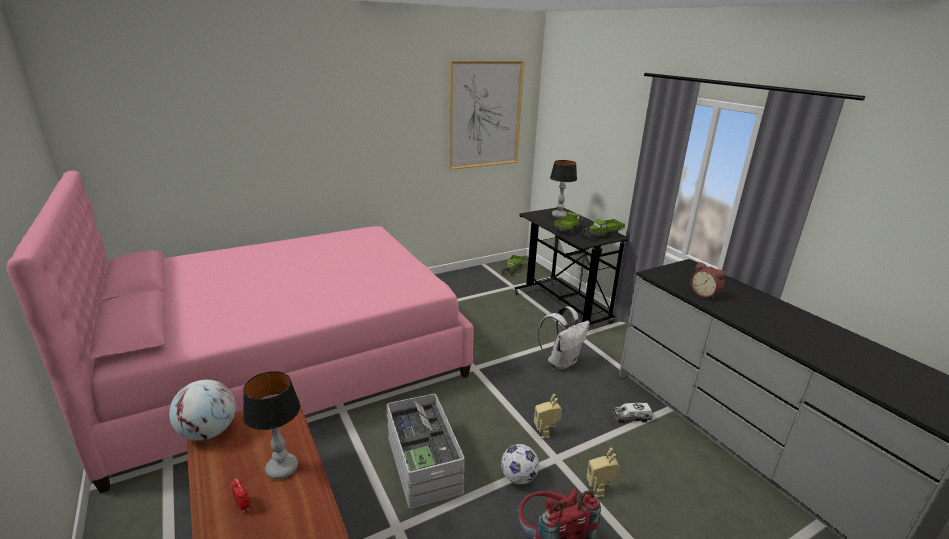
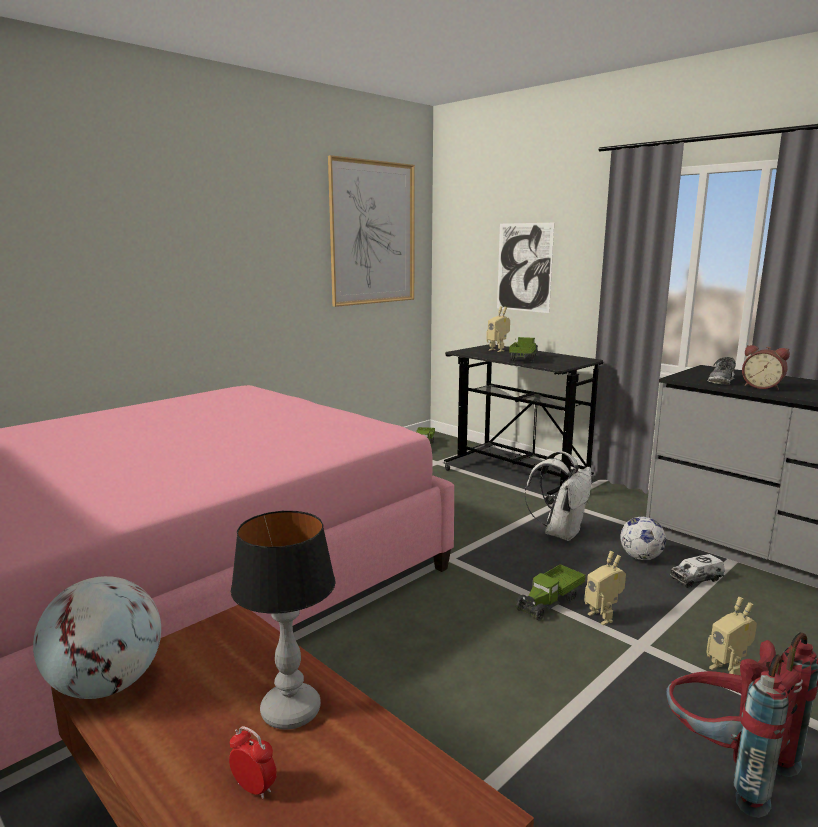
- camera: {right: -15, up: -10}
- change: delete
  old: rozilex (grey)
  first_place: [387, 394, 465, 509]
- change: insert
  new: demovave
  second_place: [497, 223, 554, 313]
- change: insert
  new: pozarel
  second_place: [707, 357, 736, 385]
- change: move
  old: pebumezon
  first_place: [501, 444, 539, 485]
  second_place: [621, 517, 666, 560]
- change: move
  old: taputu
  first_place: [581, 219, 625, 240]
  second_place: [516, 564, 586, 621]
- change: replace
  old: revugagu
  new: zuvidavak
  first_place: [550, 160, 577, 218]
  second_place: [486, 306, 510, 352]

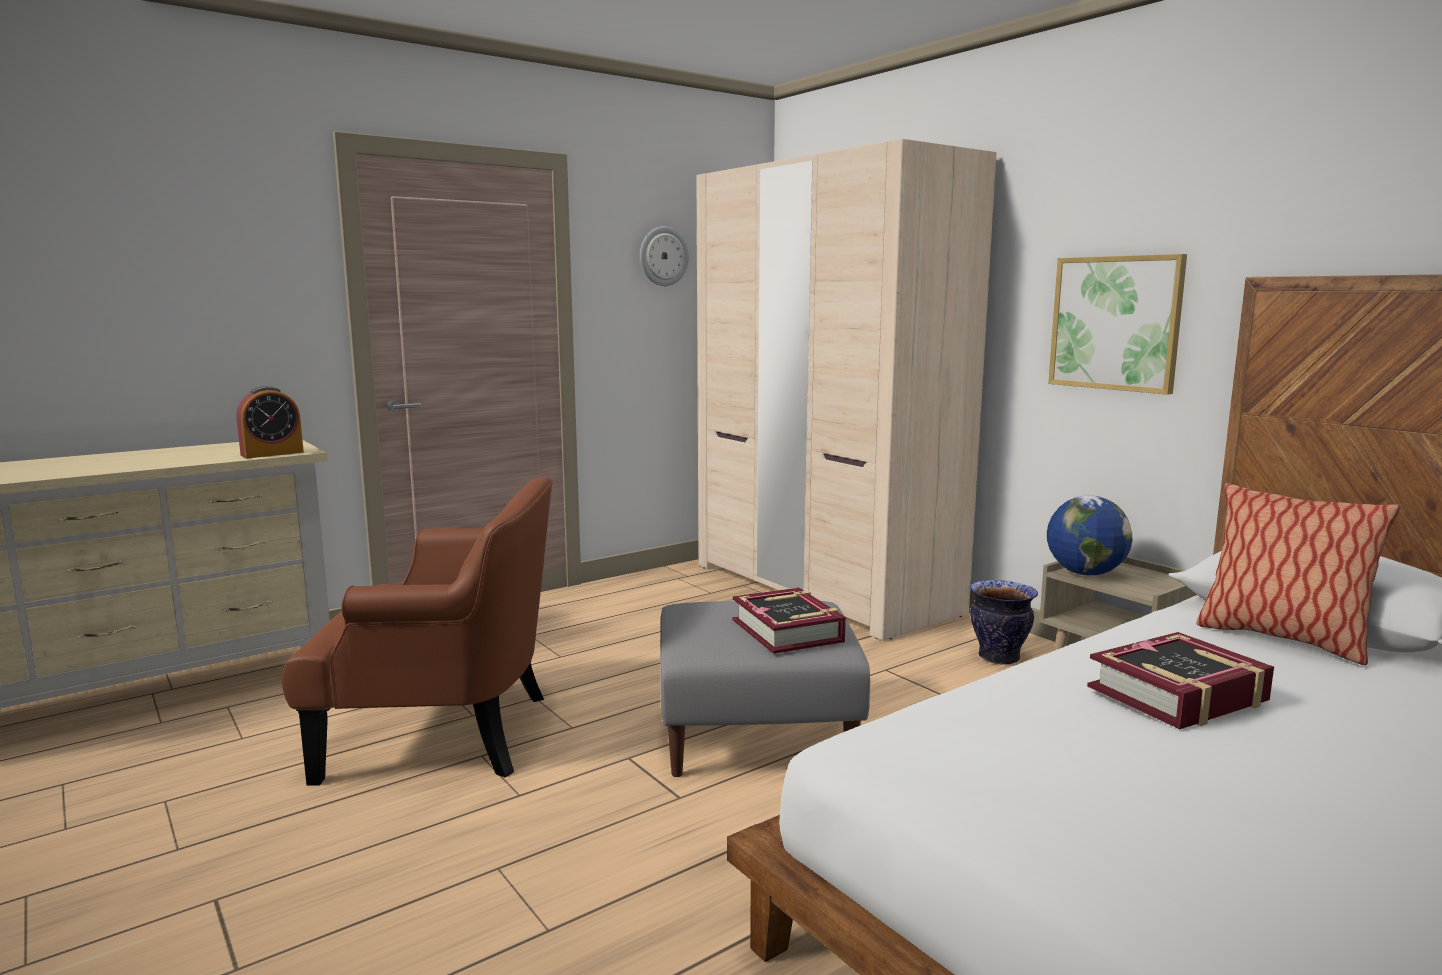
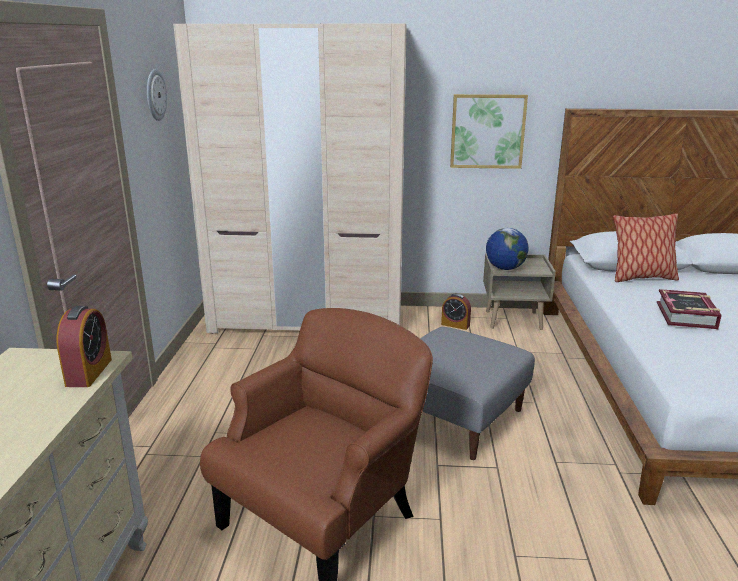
- camera: {right: -50, up: 10}
- change: delete
  old: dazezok
  first_place: [733, 588, 846, 654]
- change: replace
  old: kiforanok
  new: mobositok
  first_place: [969, 580, 1038, 664]
  second_place: [441, 293, 471, 330]

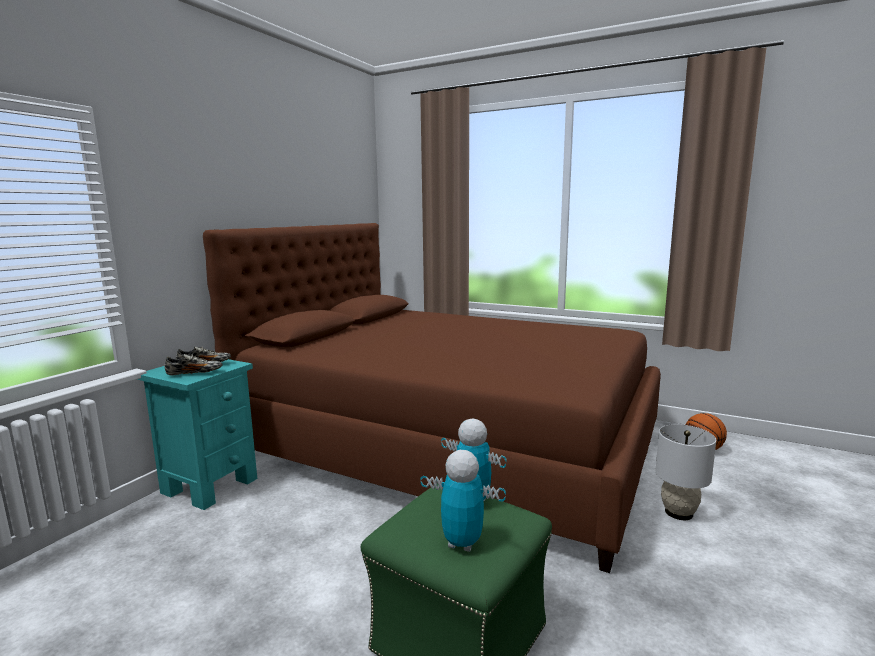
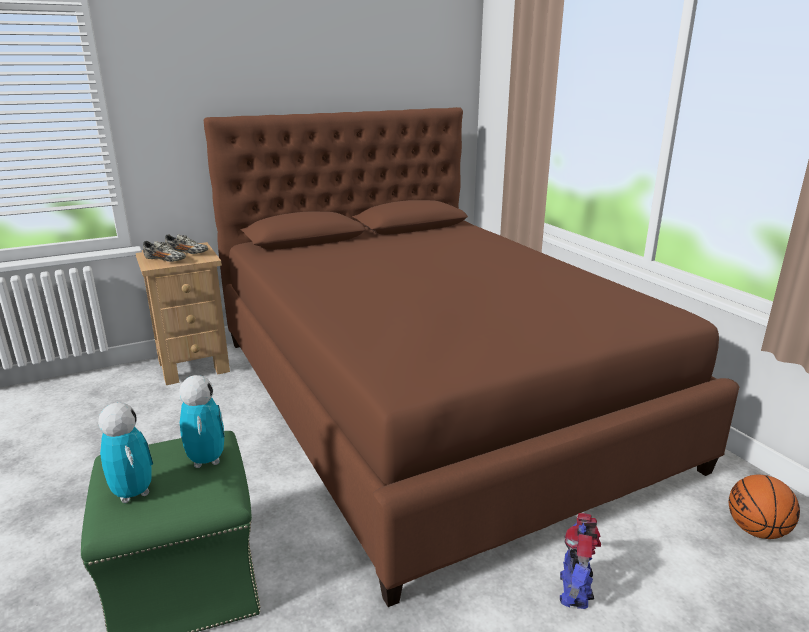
- camera: {right: 35, up: 10}
- change: replace
  old: revugagu (white)
  new: zuvidavak
  first_place: [655, 424, 716, 520]
  second_place: [560, 513, 601, 609]
- change: recolor
  old: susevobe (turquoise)
  new: susevobe (beige)
  first_place: [137, 359, 257, 510]
  second_place: [136, 242, 230, 385]

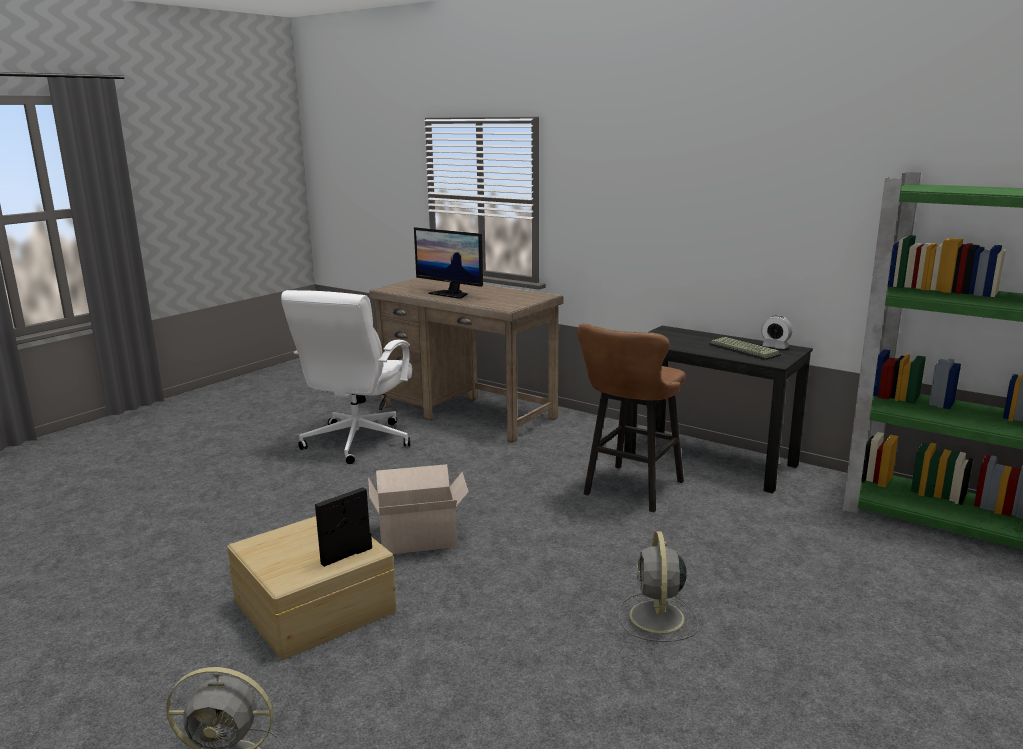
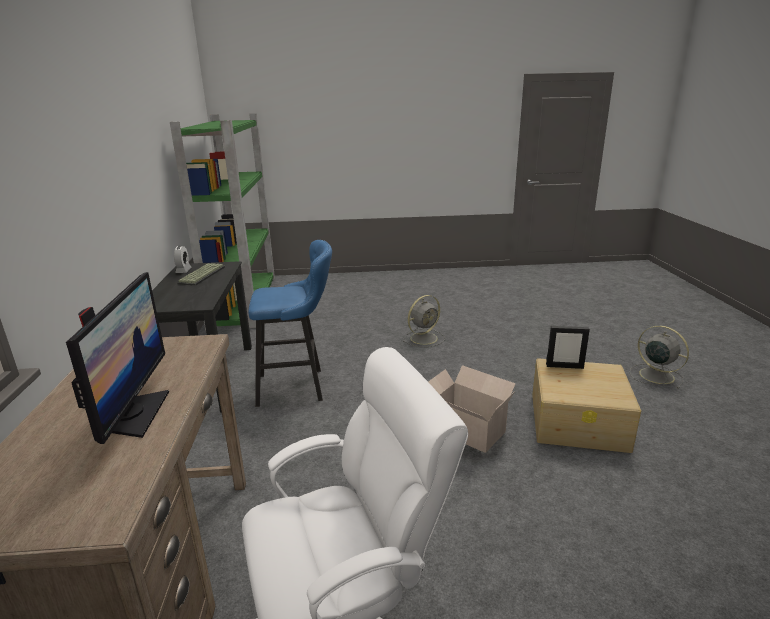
- camera: {right: -130, up: 5}
- change: recolor
  old: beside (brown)
  new: beside (blue)
  first_place: [577, 324, 685, 513]
  second_place: [248, 240, 332, 407]

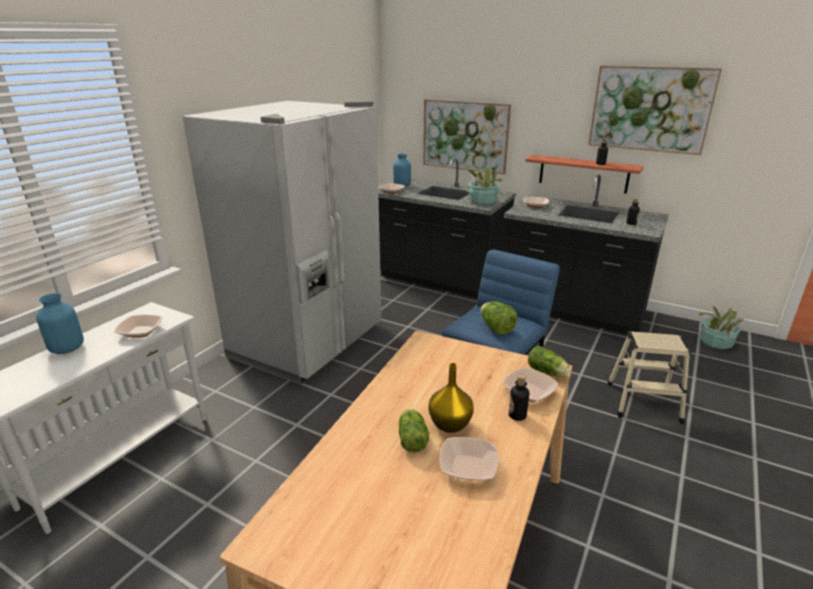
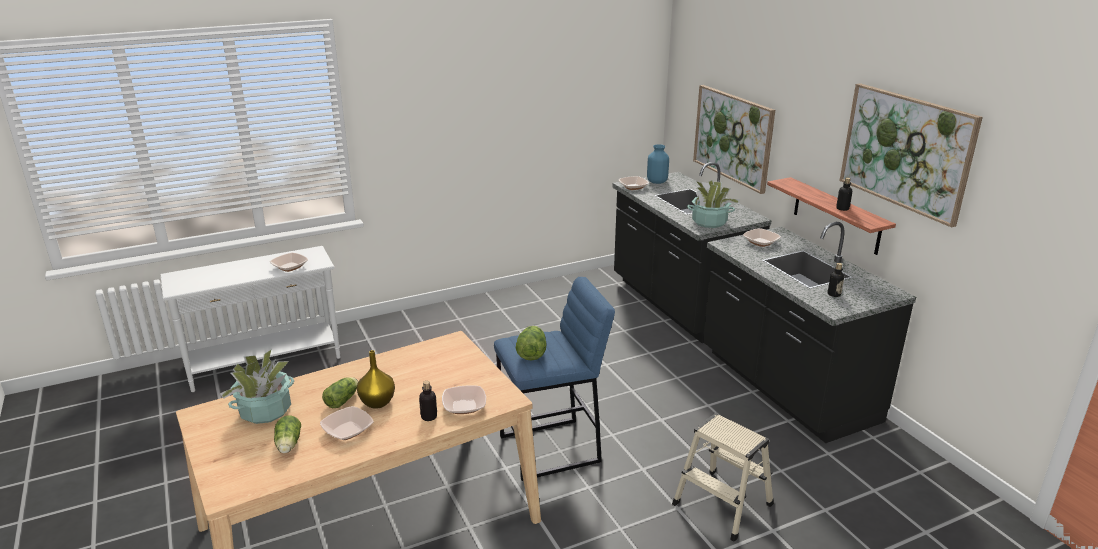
- camera: {right: 35, up: 0}
- change: delete
  old: kiforanok (blue)
  first_place: [36, 293, 84, 354]
- change: delete
  old: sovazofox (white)
  first_place: [183, 101, 381, 384]
- change: move
  old: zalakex
  first_place: [528, 346, 571, 377]
  second_place: [274, 415, 301, 453]
- change: move
  old: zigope
  first_place: [696, 305, 746, 350]
  second_place: [220, 350, 294, 424]

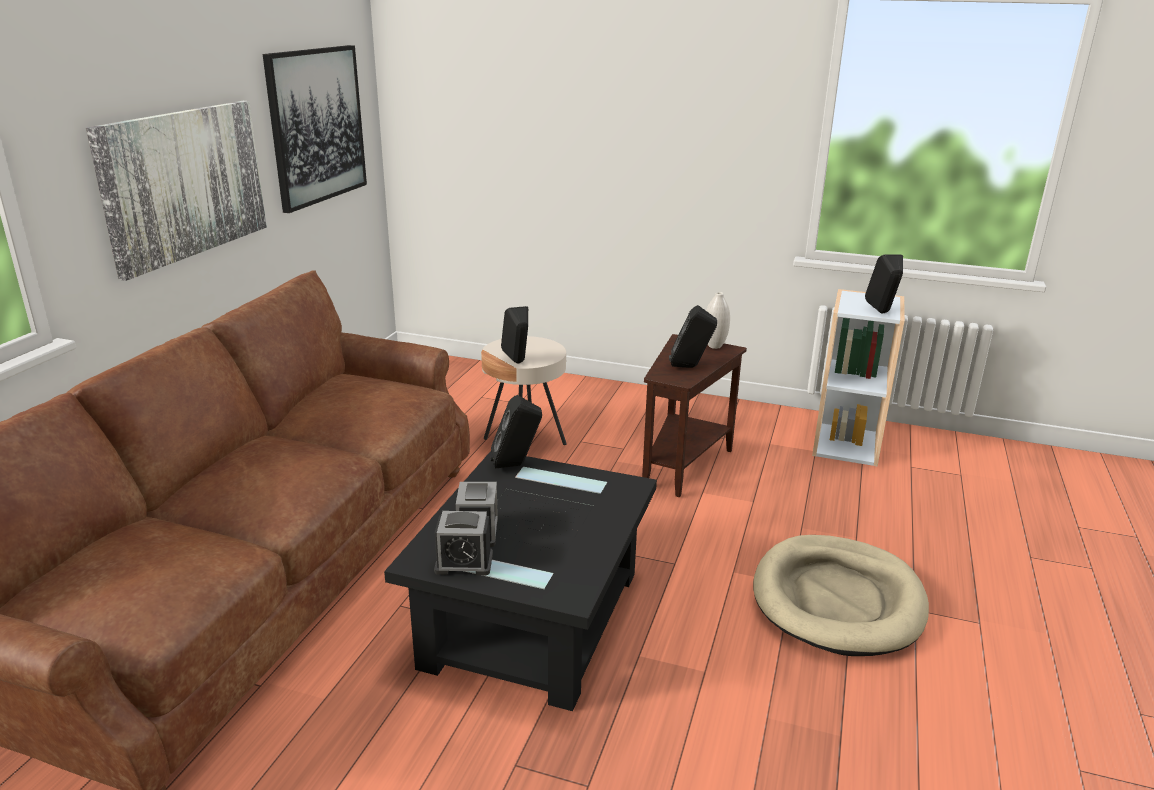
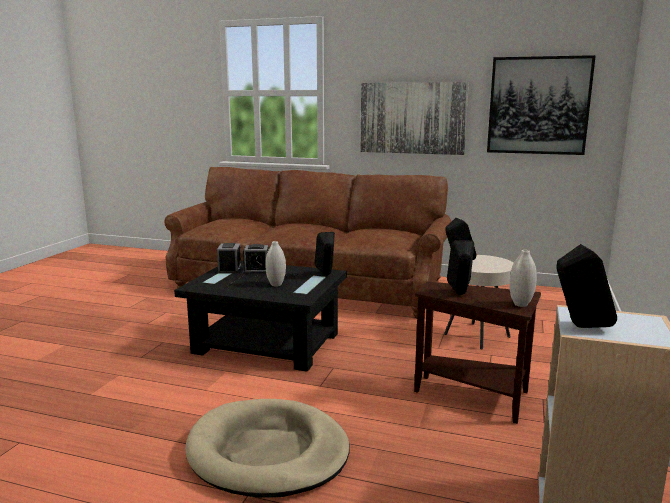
- camera: {right: 90, up: -10}
- change: insert
  new: kiforanok (white)
  second_place: [265, 241, 286, 287]

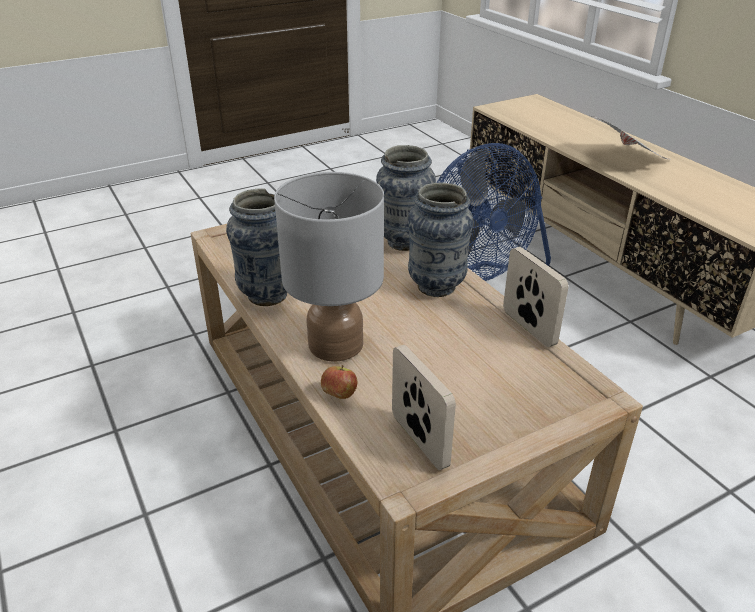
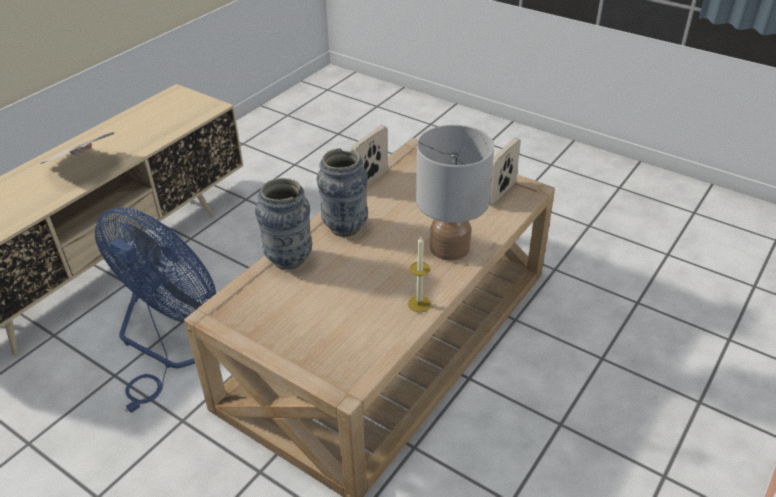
- camera: {right: -115, up: 5}
- change: delete
  old: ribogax
  first_place: [321, 365, 357, 399]
- change: replace
  old: kiforanok
  new: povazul
  first_place: [226, 188, 287, 306]
  second_place: [408, 237, 431, 312]

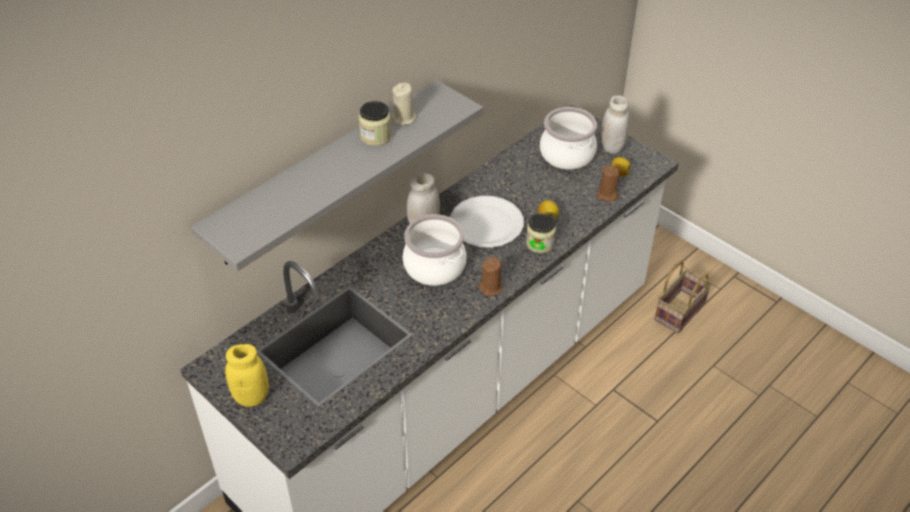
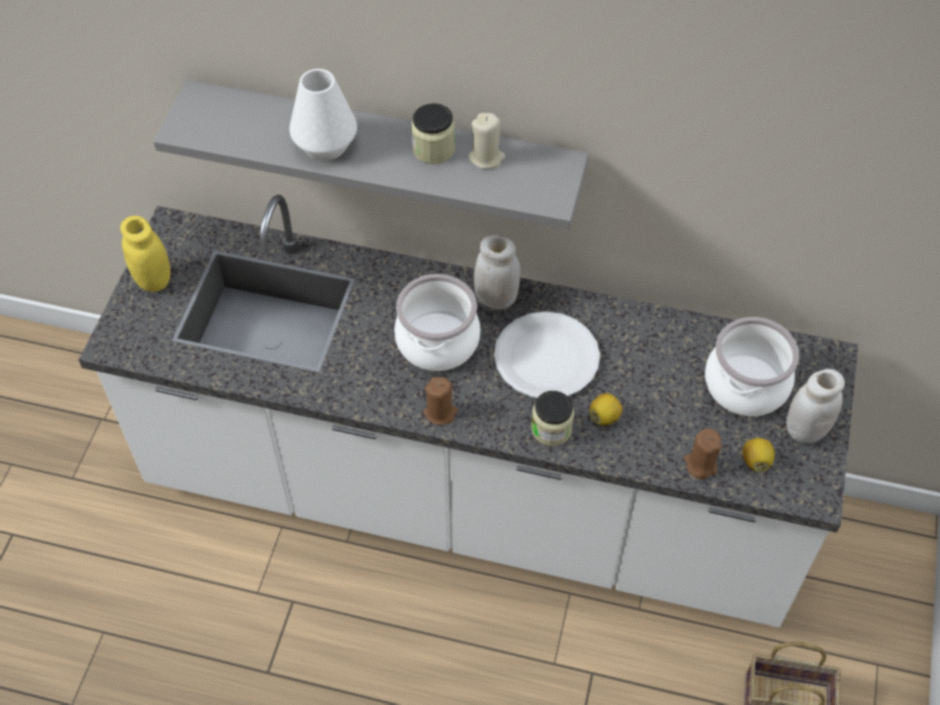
- camera: {right: 60, up: 10}
- change: insert
  new: kiforanok (white)
  second_place: [289, 69, 357, 161]

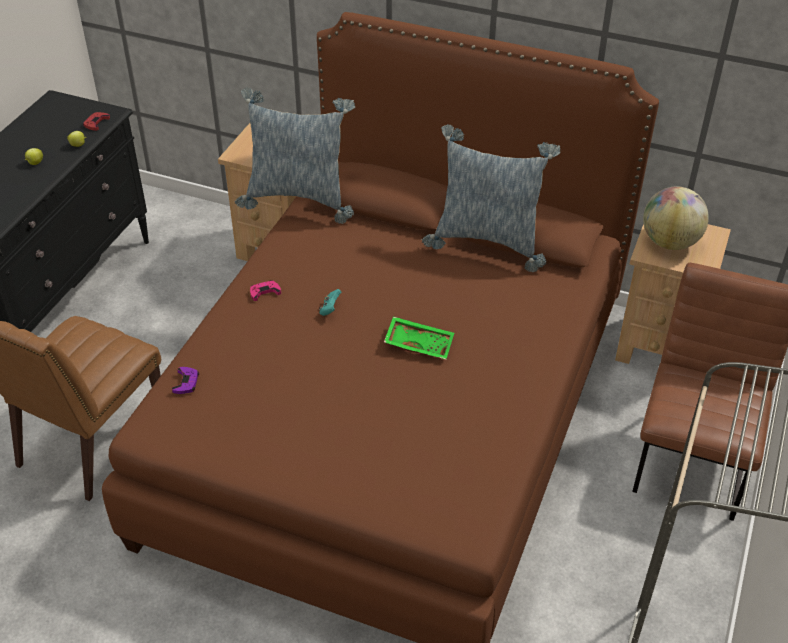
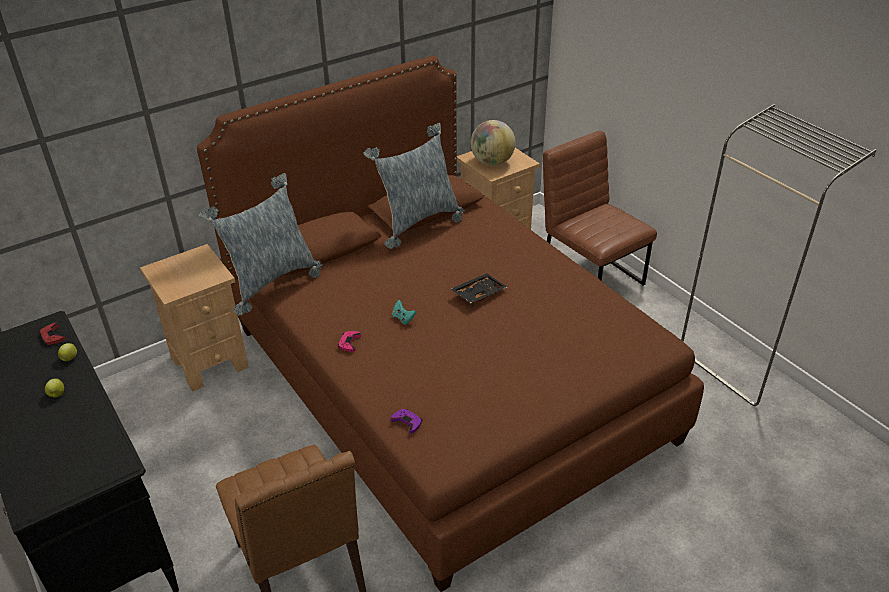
- camera: {right: -55, up: -5}
- change: recolor
  old: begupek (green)
  new: begupek (black)
  first_place: [384, 316, 454, 360]
  second_place: [451, 273, 507, 303]

